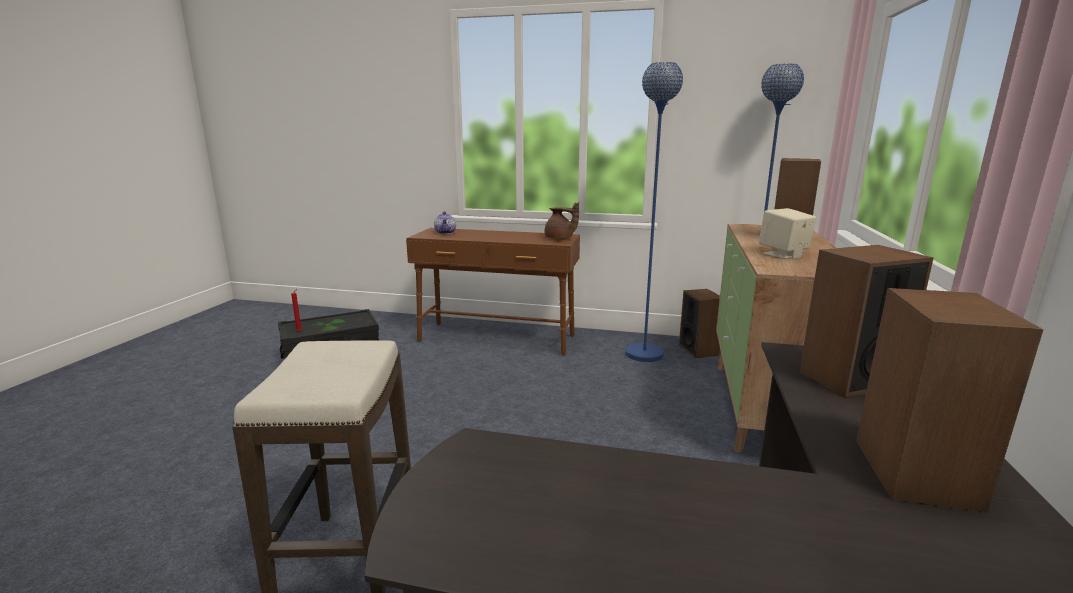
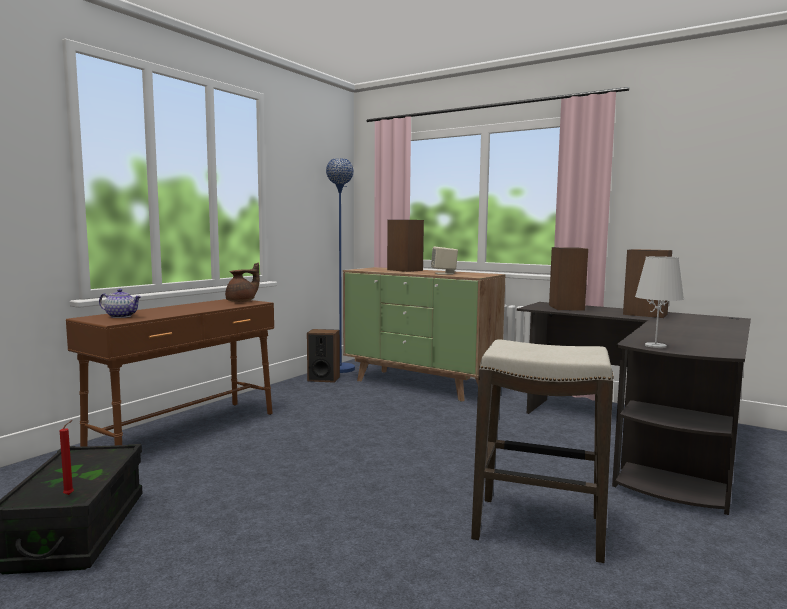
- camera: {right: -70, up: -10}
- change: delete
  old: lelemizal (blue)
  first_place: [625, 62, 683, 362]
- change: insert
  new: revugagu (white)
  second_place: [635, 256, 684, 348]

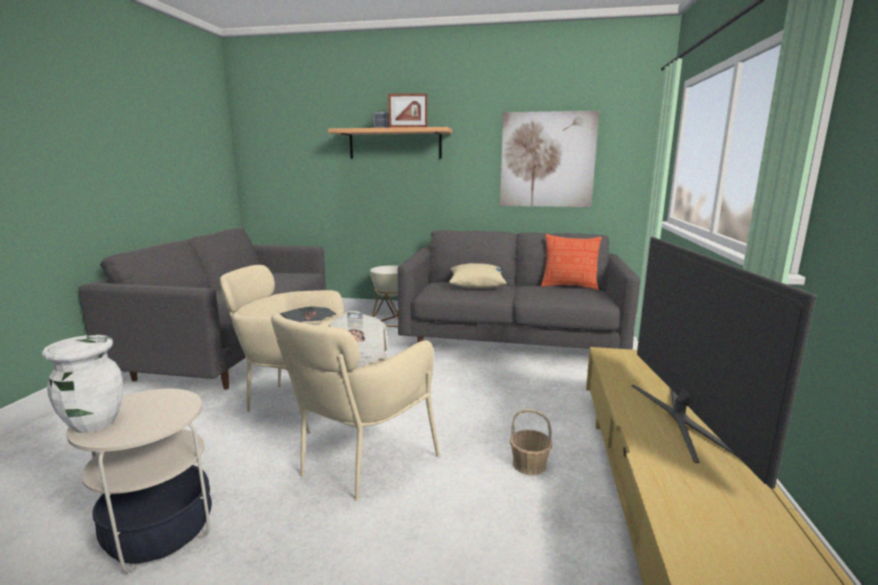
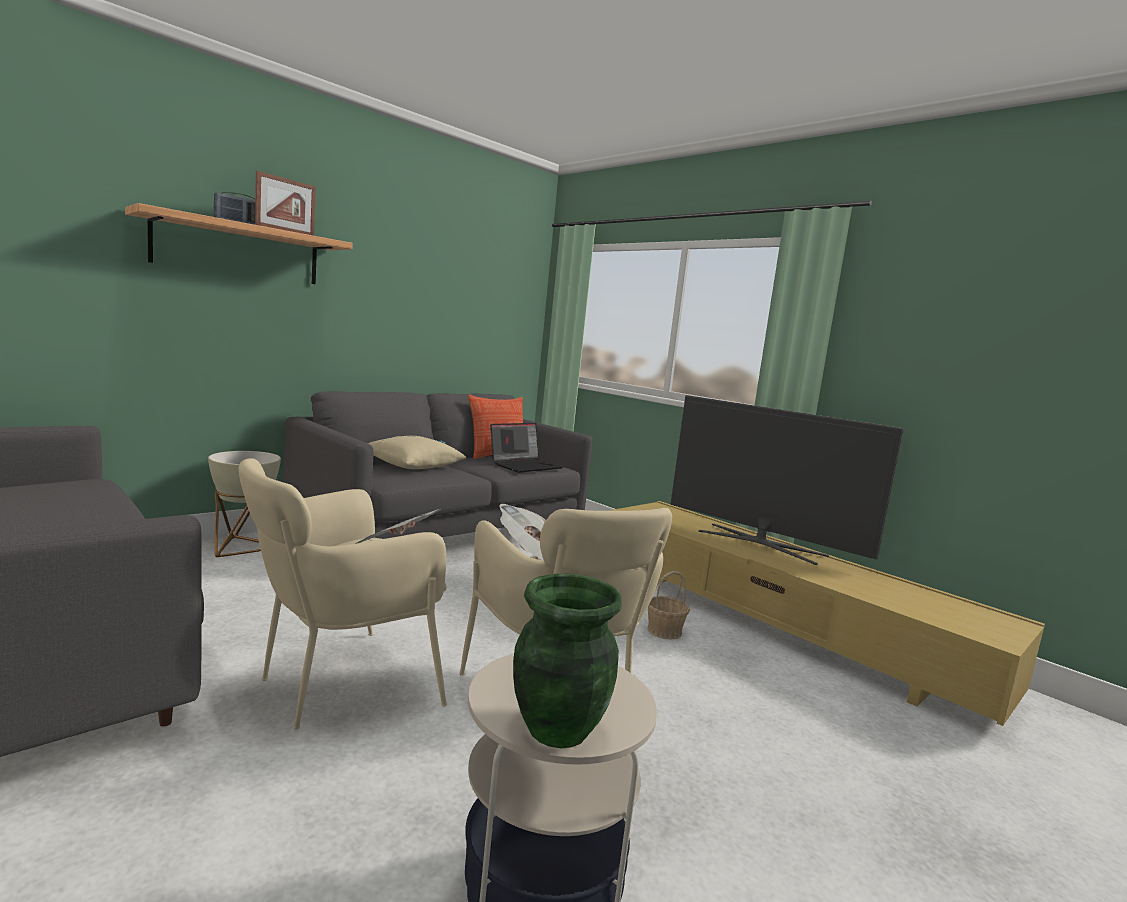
- camera: {right: -55, up: -5}
- change: delete
  old: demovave
  first_place: [500, 111, 599, 207]
- change: insert
  new: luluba
  second_place: [490, 423, 563, 473]
- change: recolor
  old: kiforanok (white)
  new: kiforanok (green)
  first_place: [42, 335, 123, 433]
  second_place: [513, 574, 622, 748]

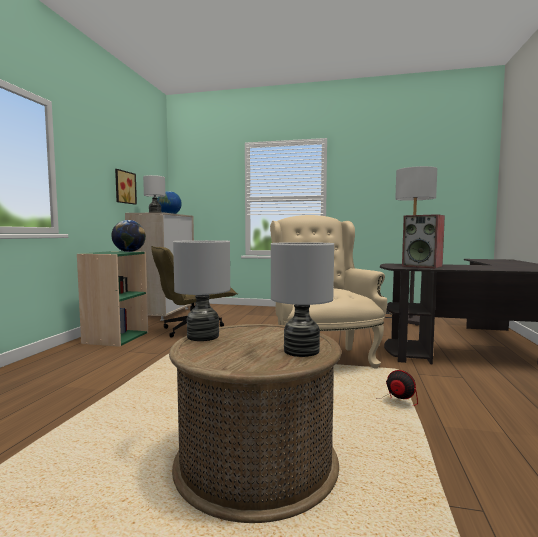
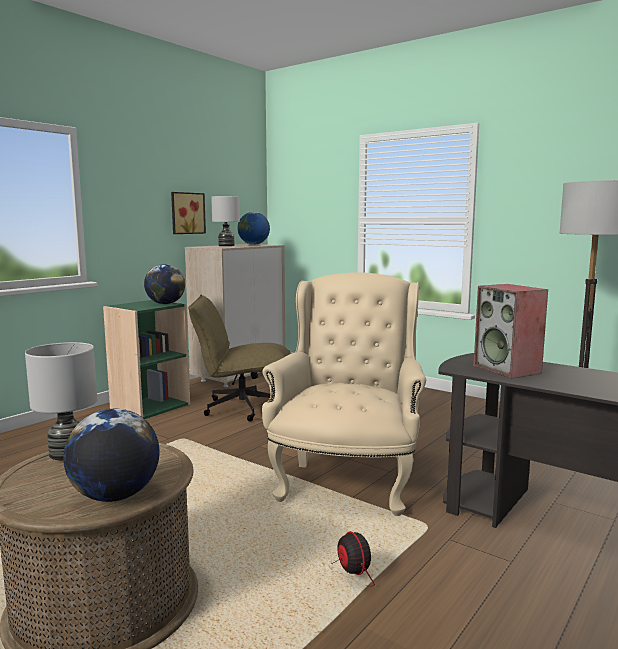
- camera: {right: 25, up: 5}
- change: replace
  old: revugagu (grey)
  new: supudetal
  first_place: [271, 242, 334, 357]
  second_place: [63, 408, 160, 502]

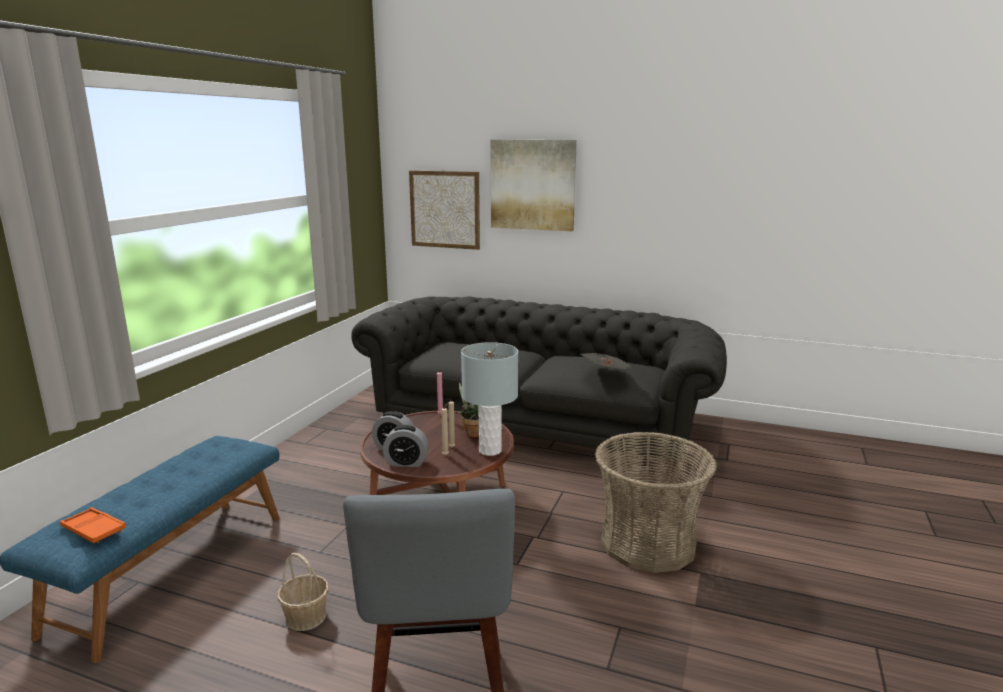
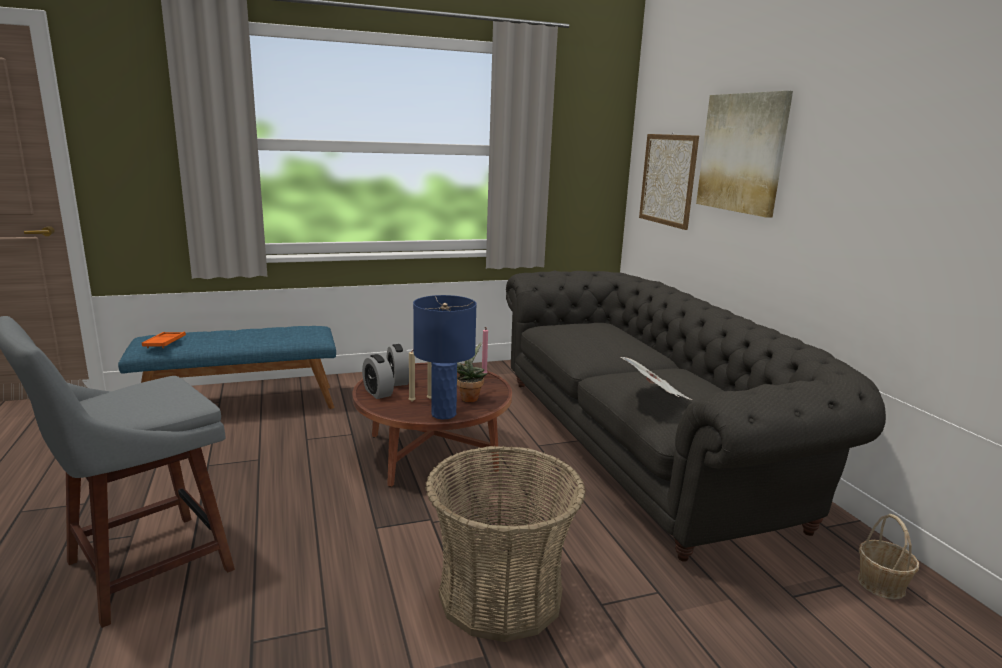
- camera: {right: 50, up: 0}
- change: move
  old: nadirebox
  first_place: [277, 553, 329, 631]
  second_place: [858, 514, 919, 599]
- change: recolor
  old: revugagu (grey)
  new: revugagu (blue)
  first_place: [461, 342, 518, 456]
  second_place: [413, 295, 477, 419]

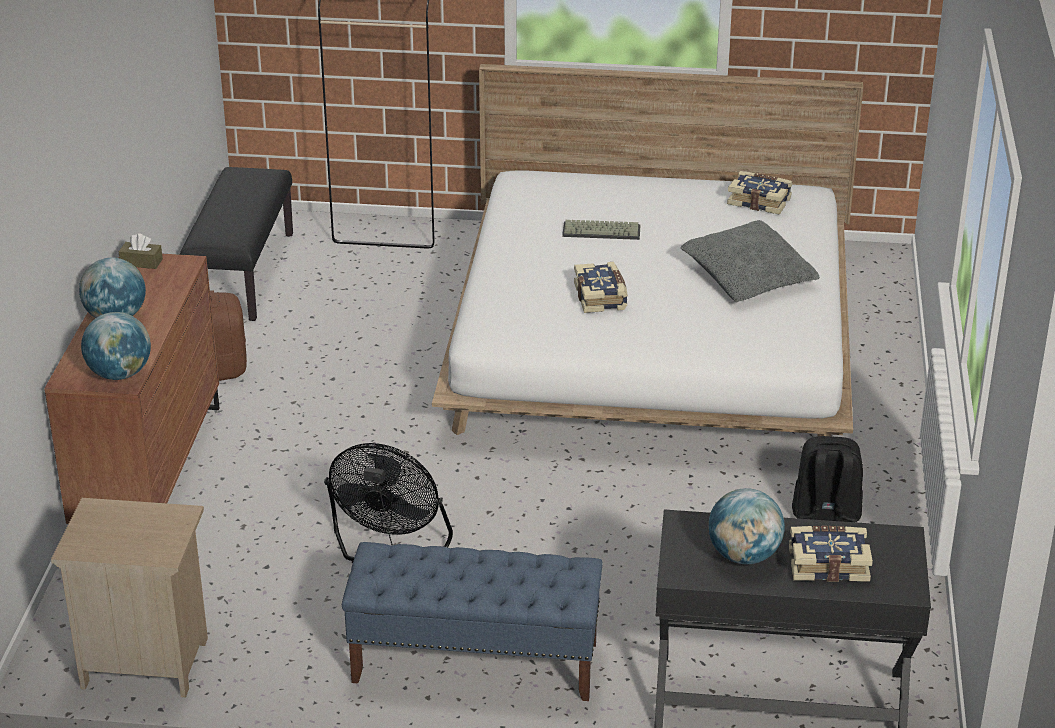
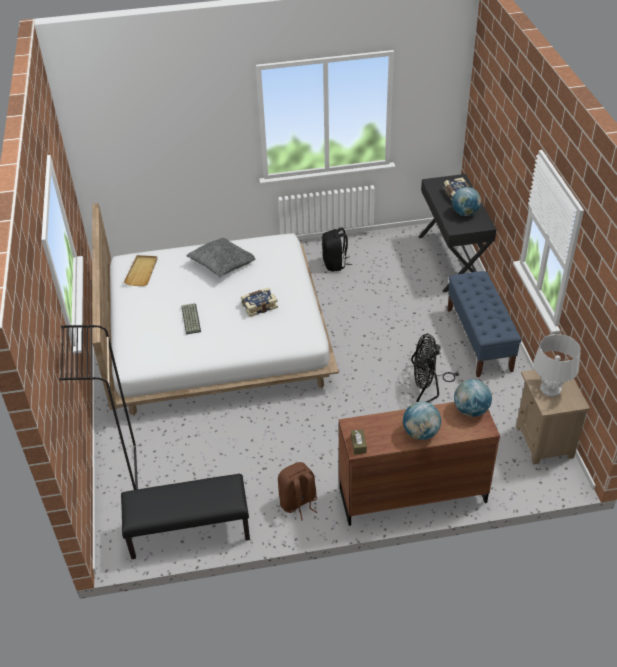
- camera: {right: -105, up: 10}
- change: insert
  new: revugagu (grey)
  second_place: [533, 334, 581, 397]
- change: replace
  old: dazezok
  new: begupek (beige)
  first_place: [727, 171, 792, 215]
  second_place: [124, 255, 157, 286]

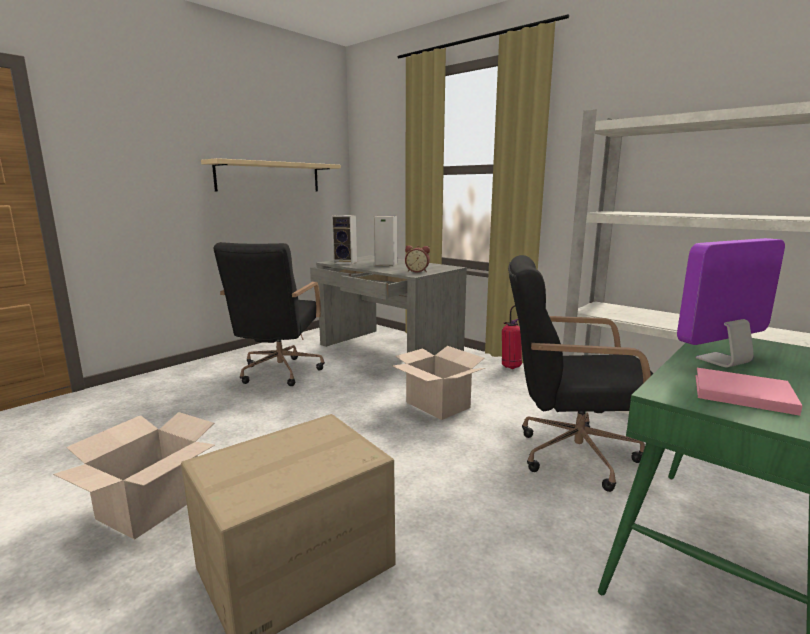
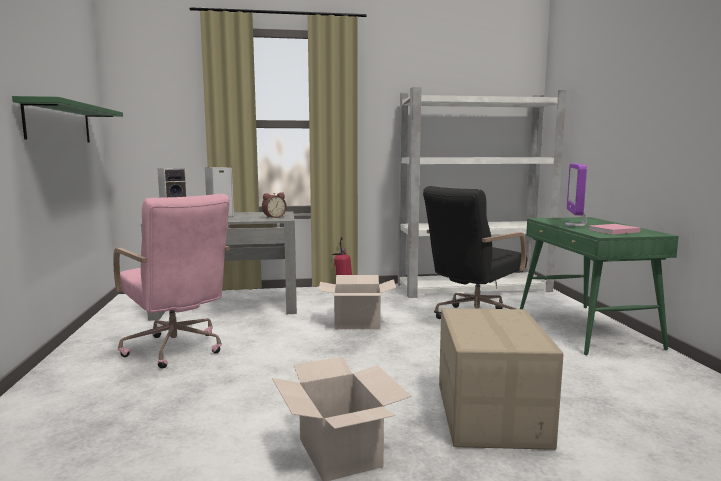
- camera: {right: -50, up: -5}
- change: recolor
  old: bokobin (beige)
  new: bokobin (green)
  first_place: [201, 158, 341, 192]
  second_place: [12, 96, 123, 142]
- change: recolor
  old: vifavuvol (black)
  new: vifavuvol (pink)
  first_place: [214, 242, 325, 386]
  second_place: [113, 194, 230, 369]

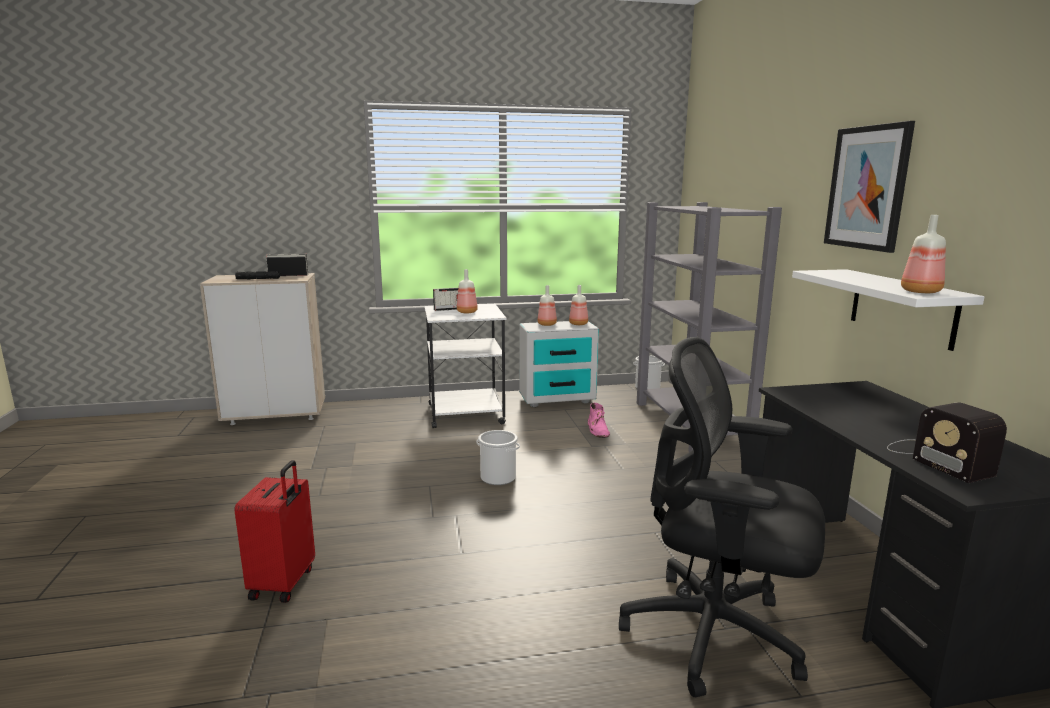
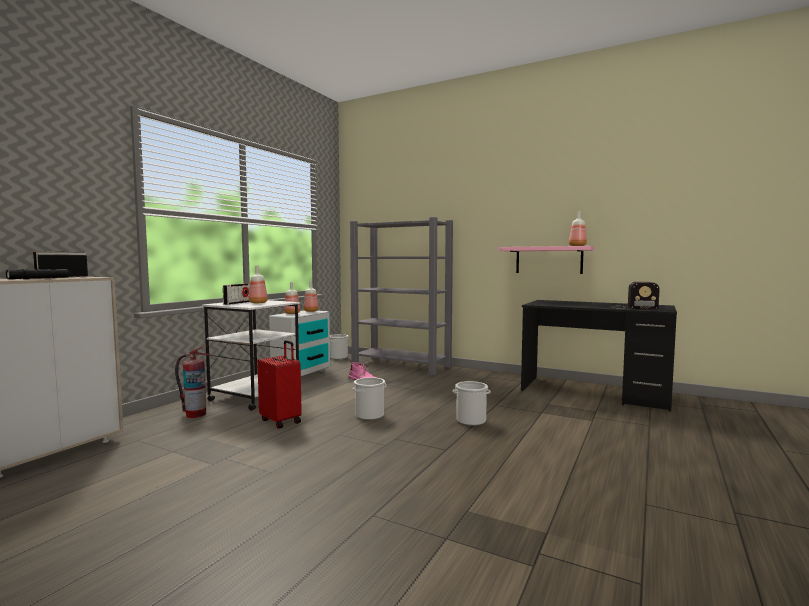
- camera: {right: -50, up: -10}
- change: delete
  old: vifavuvol (black)
  first_place: [619, 337, 825, 697]
- change: delete
  old: demovave
  first_place: [824, 121, 915, 253]
- change: insert
  new: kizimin
  second_place: [175, 345, 211, 418]
- change: insert
  new: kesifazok
  second_place: [453, 381, 490, 426]
- change: move
  old: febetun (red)
  first_place: [234, 460, 315, 603]
  second_place: [257, 340, 302, 429]
- change: recolor
  old: bokobin (white)
  new: bokobin (pink)
  first_place: [792, 269, 985, 351]
  second_place: [498, 246, 595, 274]

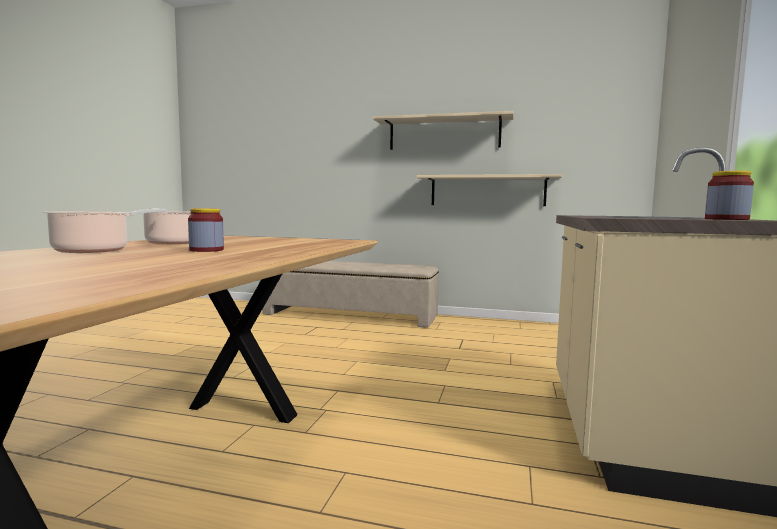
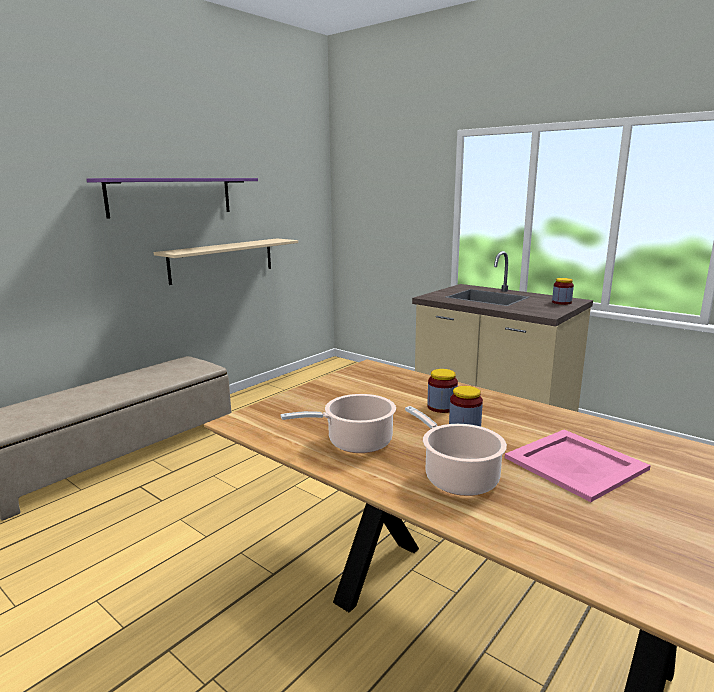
- camera: {right: -65, up: 10}
- change: insert
  new: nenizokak
  second_place: [427, 369, 458, 413]
- change: insert
  new: begupek (pink)
  second_place: [505, 430, 651, 502]
- change: recolor
  old: bokobin (beige)
  new: bokobin (purple)
  first_place: [373, 111, 513, 150]
  second_place: [87, 178, 258, 219]

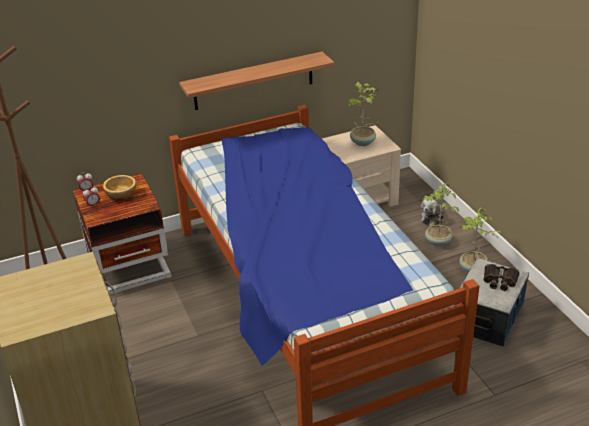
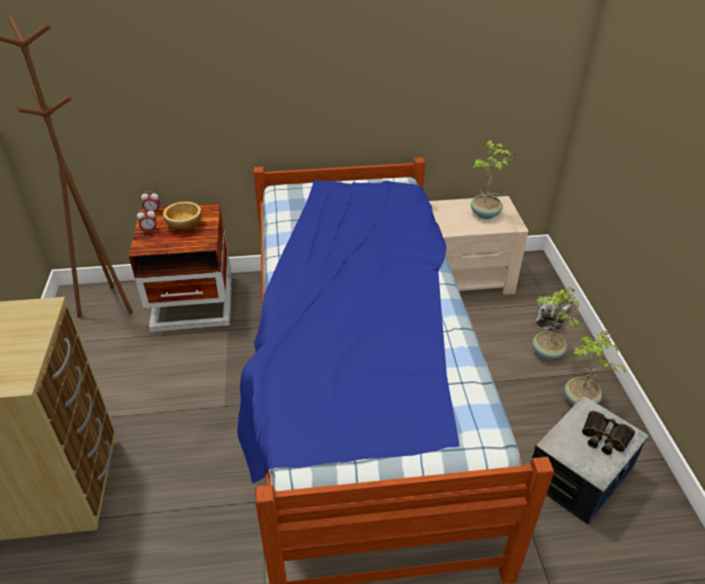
- camera: {right: 15, up: 5}
- change: delete
  old: bokobin
  first_place: [179, 52, 334, 110]

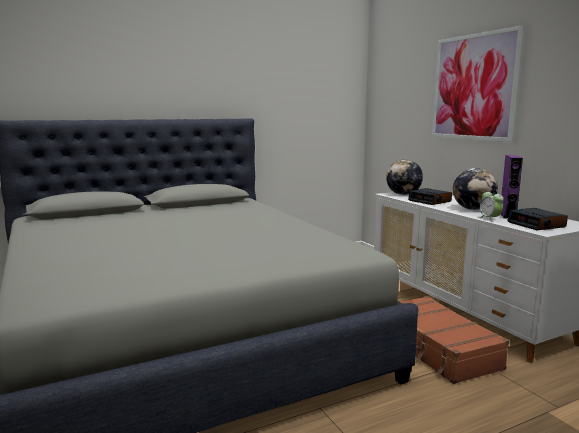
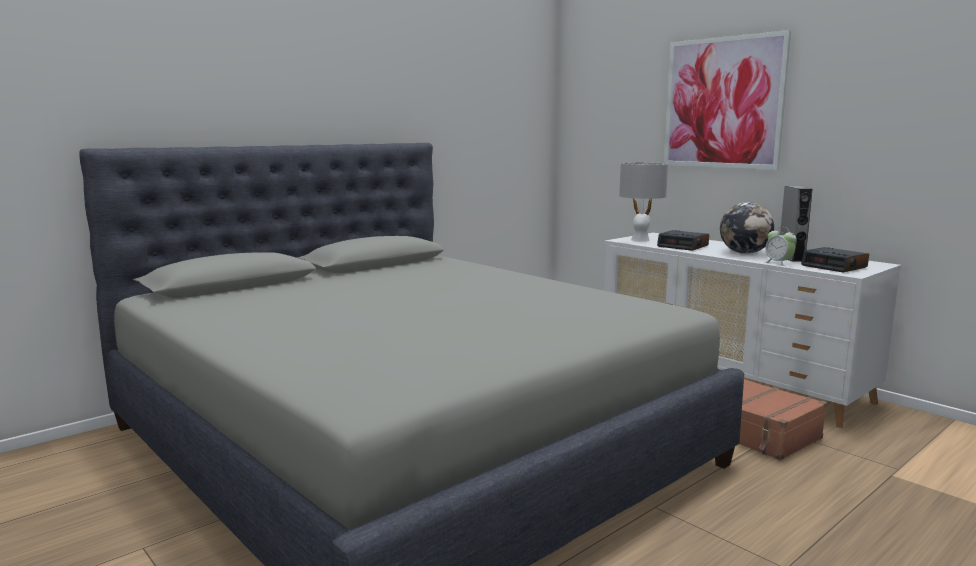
- camera: {right: -15, up: 0}
- change: replace
  old: supudetal
  new: revugagu (grey)
  first_place: [386, 159, 423, 195]
  second_place: [619, 162, 668, 242]
- change: recolor
  old: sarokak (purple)
  new: sarokak (grey)
  first_place: [501, 155, 523, 219]
  second_place: [780, 186, 812, 262]

